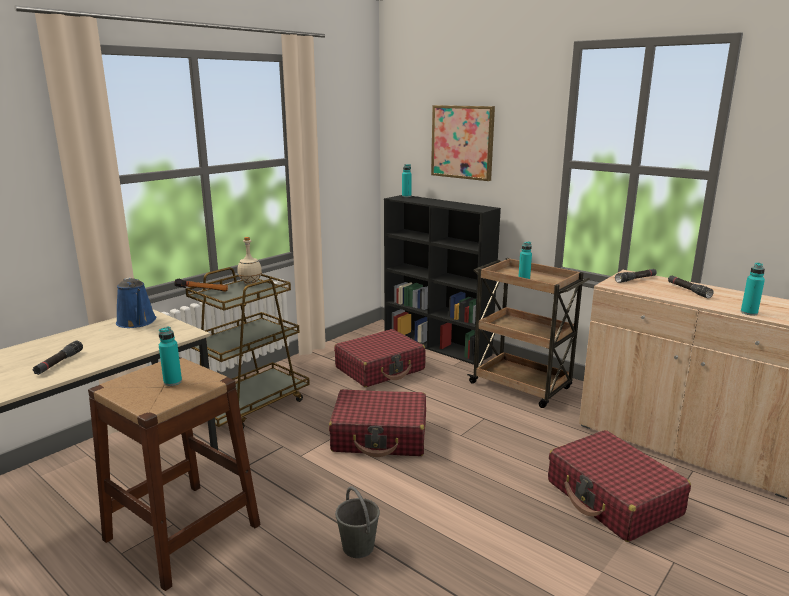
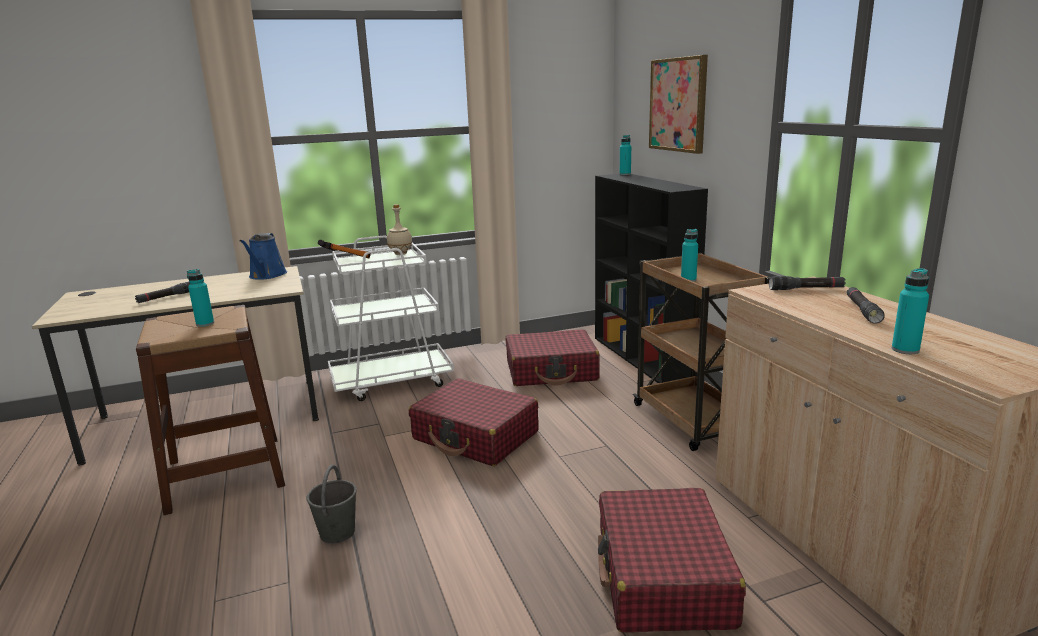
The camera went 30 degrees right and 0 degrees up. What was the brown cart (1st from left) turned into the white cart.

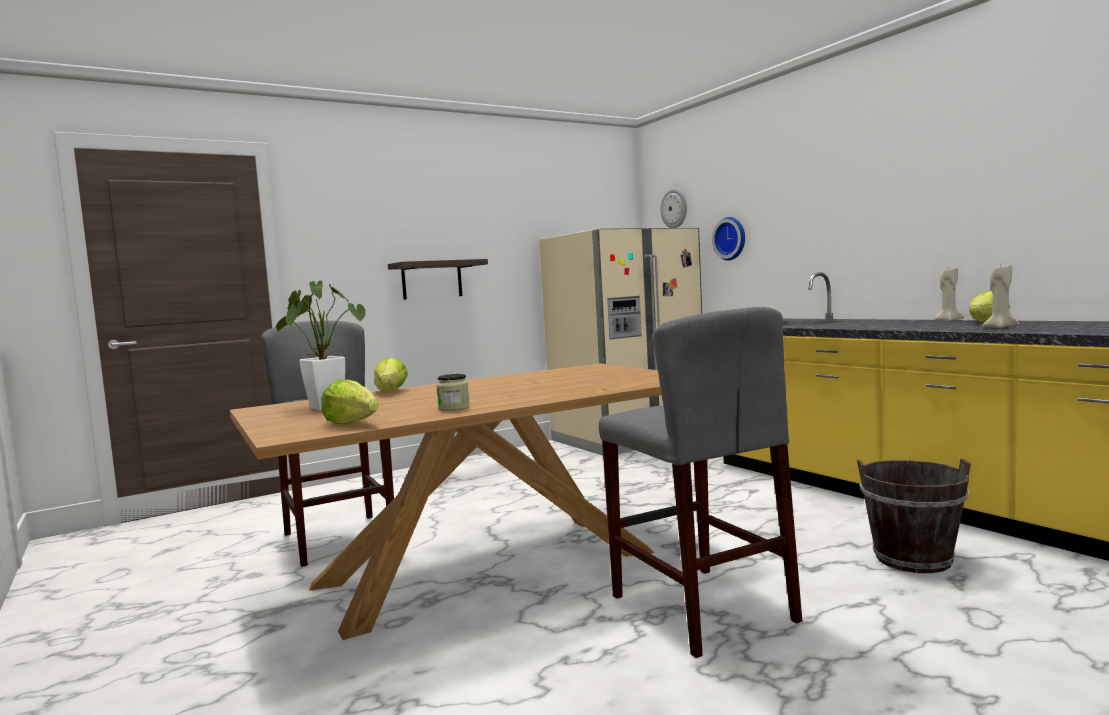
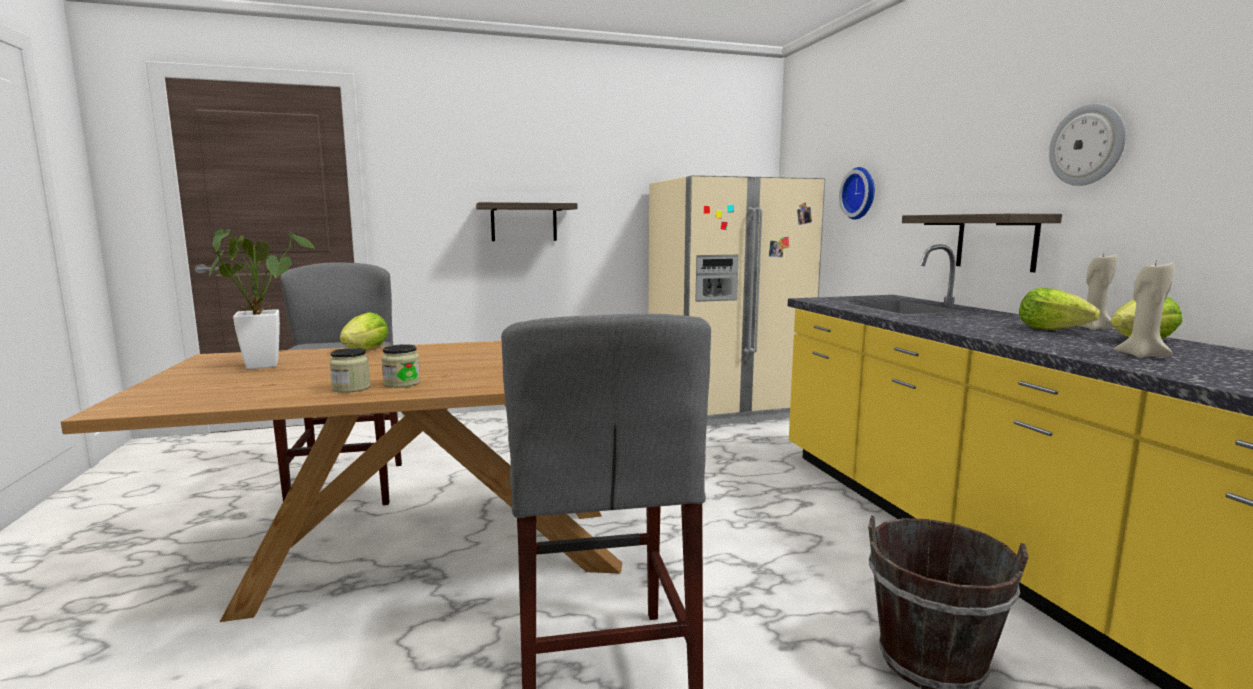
The camera went 15 degrees right and 5 degrees up. The wall clock (1st from left in the first image) ended up elsewhere. The lettuce (1st from left in the first image) ended up elsewhere. The second view gained the shelf (2nd from left). The second view gained the jar (2nd from left).

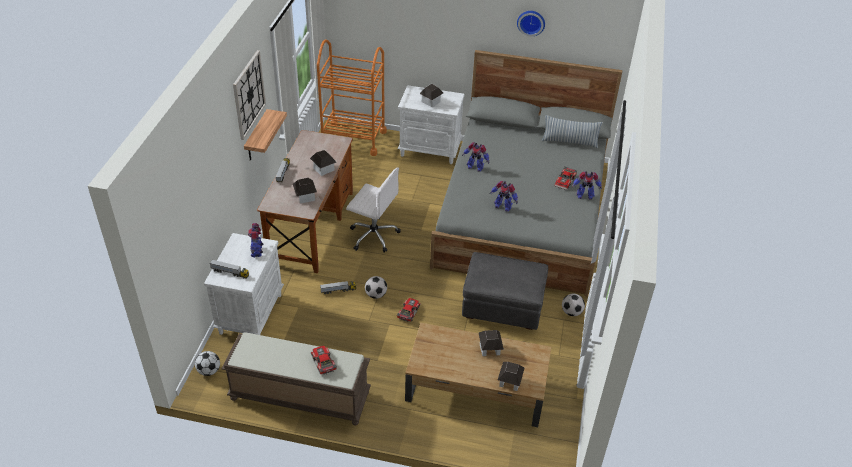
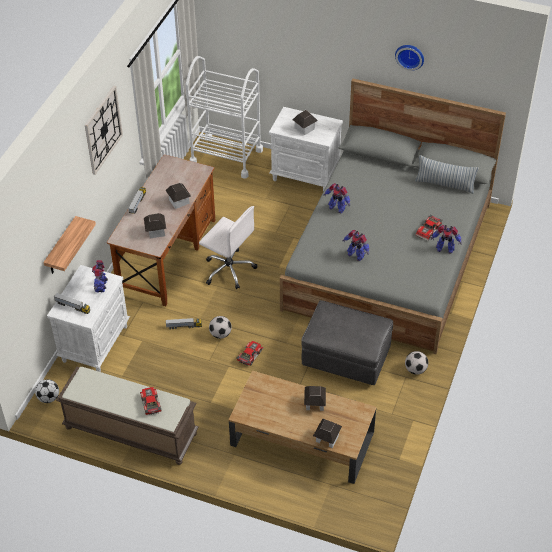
The camera went 10 degrees right and 5 degrees up. What was the orange cart turned into the white cart. The shelf ended up elsewhere.

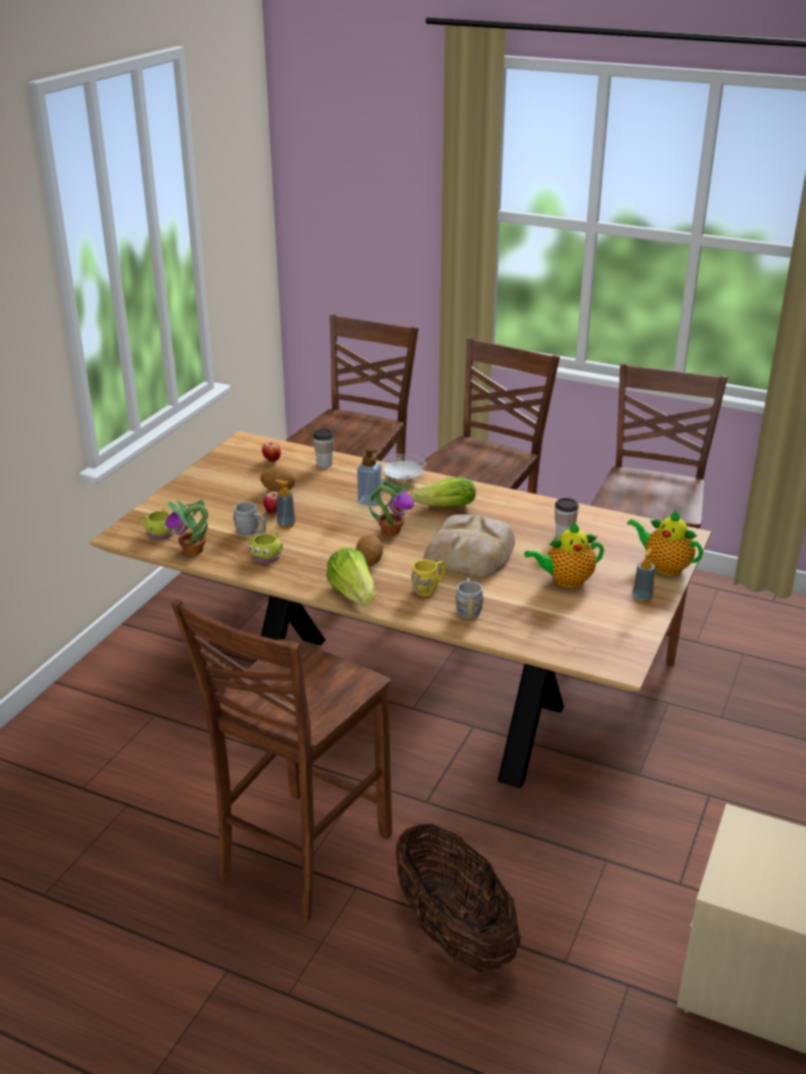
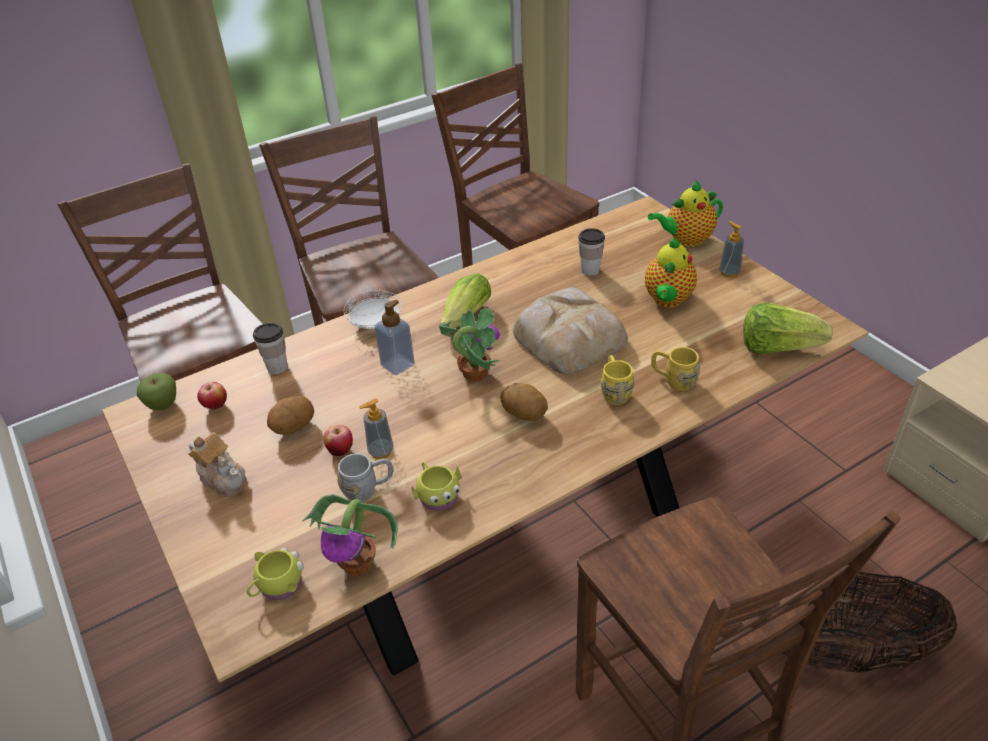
The camera went 55 degrees left and 10 degrees up. The lettuce (1st from left in the first image) ended up elsewhere. What was the grey mug (2nd from left) turned into the yellow mug (4th from left). The second view gained the apple (1st from left). The second view gained the teapot (1st from left).

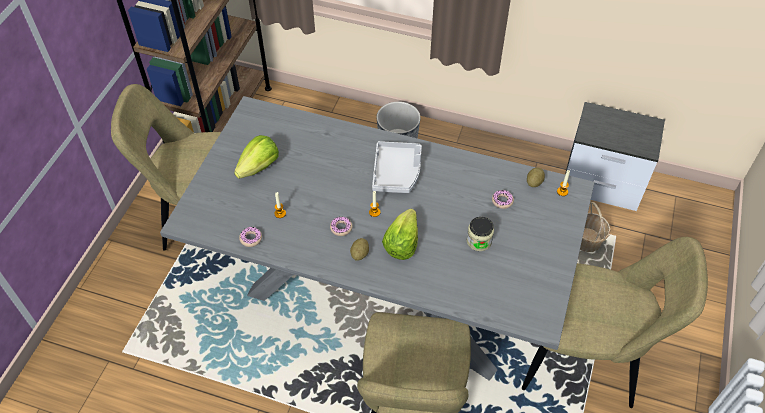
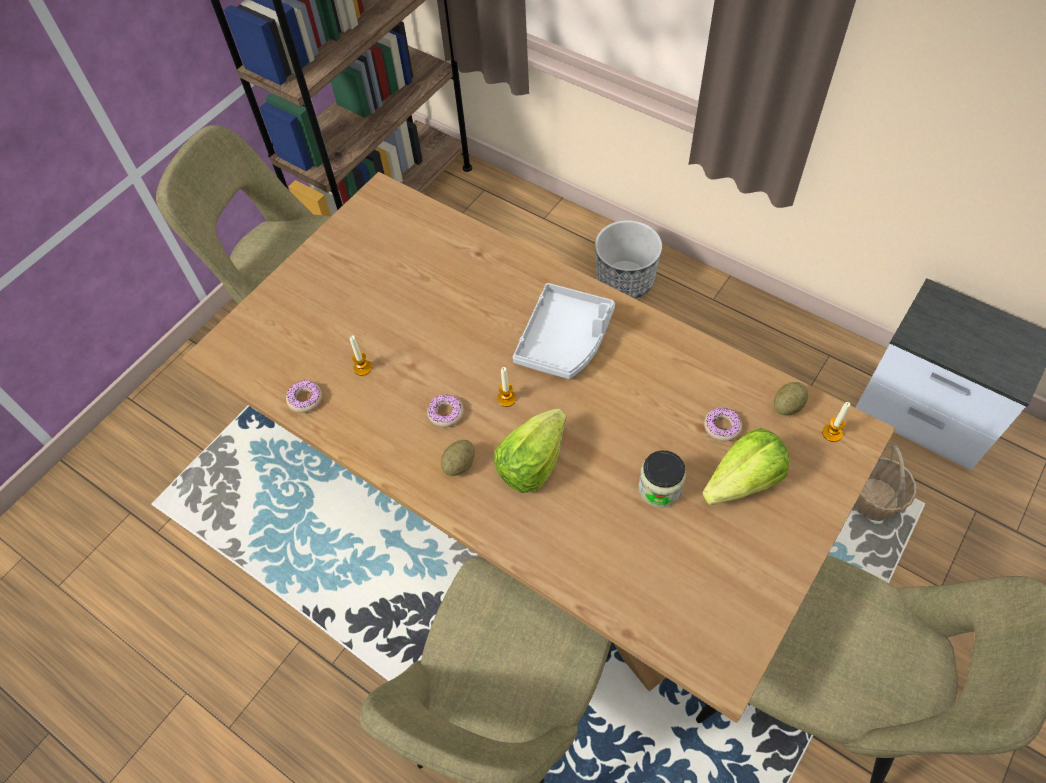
The camera went 20 degrees right and 5 degrees up. What was the grey dining table turned into the brown dining table. The lettuce (1st from left in the first image) ended up elsewhere.

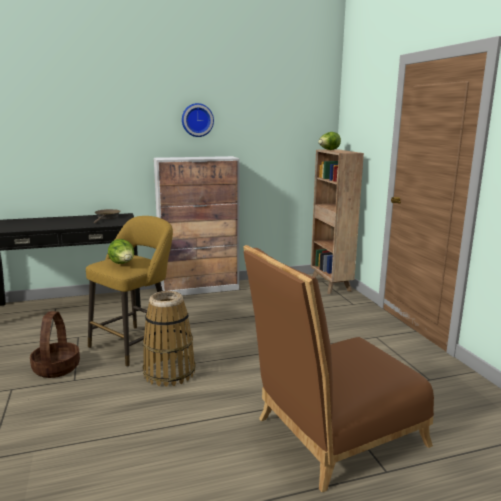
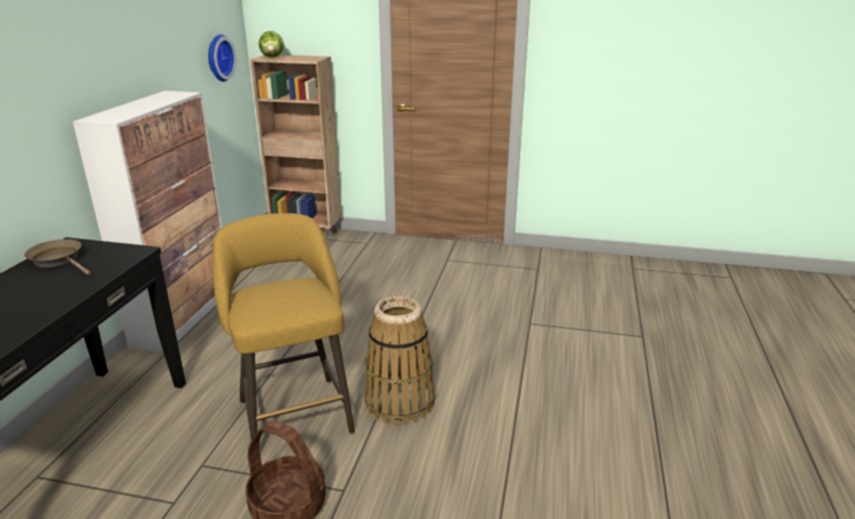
The camera went 60 degrees left and 10 degrees up. The wall clock ended up elsewhere. The second view lost the lettuce (1st from left). The second view lost the brown chair.

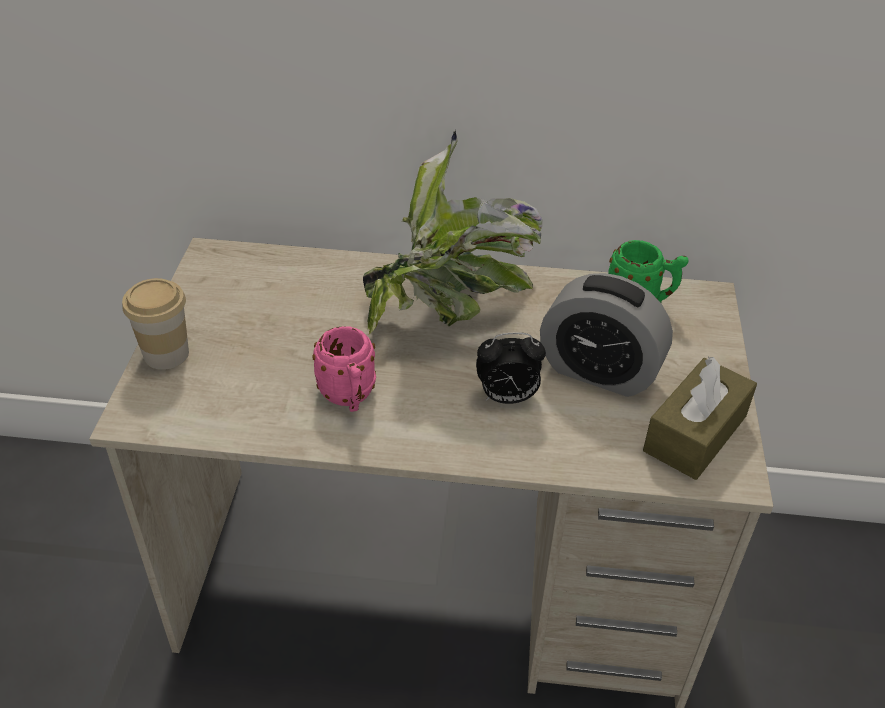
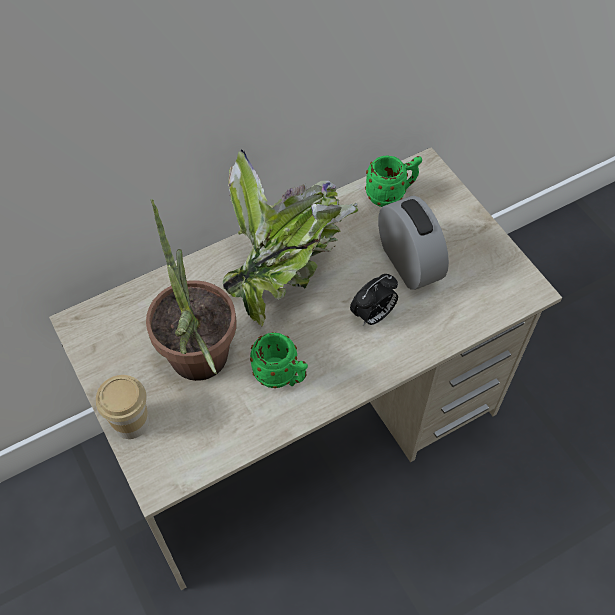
The camera went 35 degrees left and 15 degrees up. The alarm clock (2nd from left) ended up facing another way, 105 degrees counterclockwise from before. What was the pink mug turned into the green mug (1st from left). The second view lost the brown tissue box. The second view gained the potted plant (1st from left).

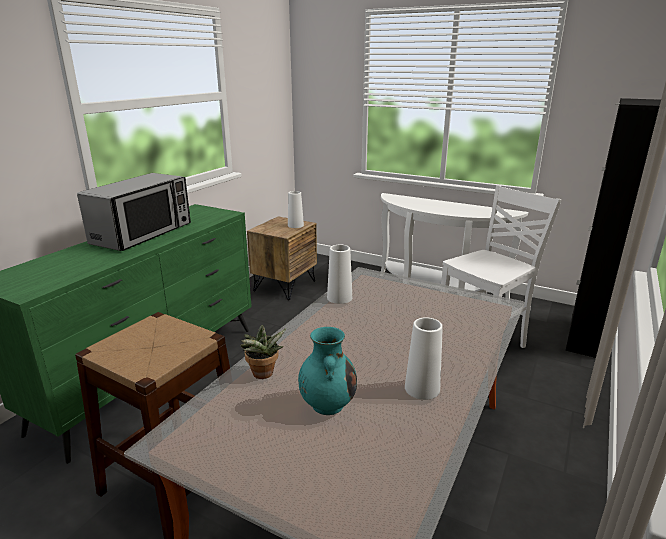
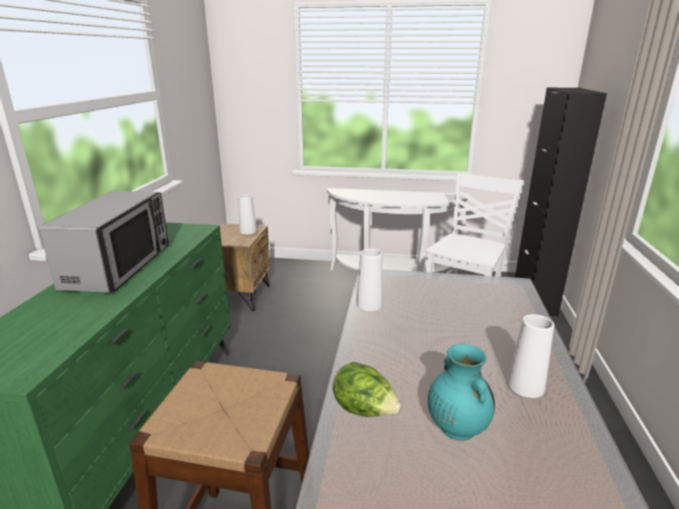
The camera went 20 degrees left and 0 degrees up. Where the potted plant stood, the lettuce came to stand.

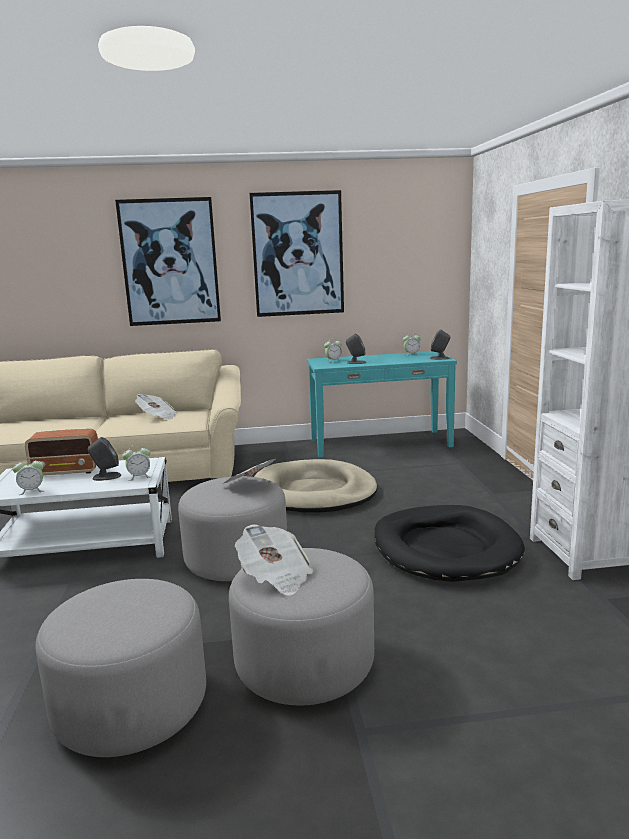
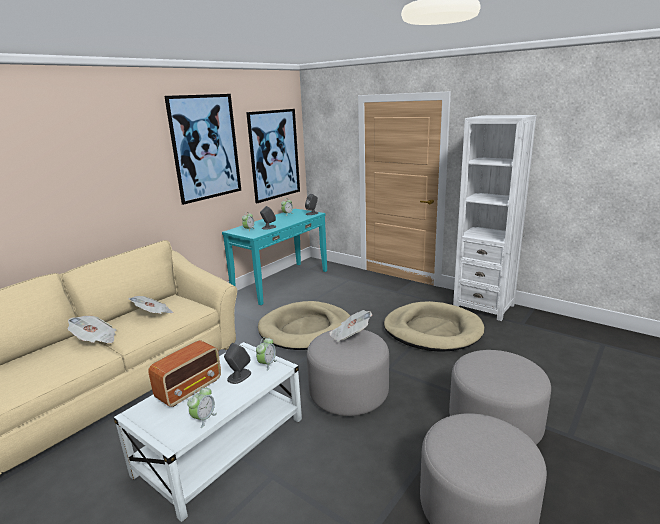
The camera went 45 degrees left and 5 degrees up. The picture (1st from left in the first image) ended up elsewhere. What was the black dog bed turned into the beige dog bed (2nd from left). The newspaper (3rd from left in the first image) ended up elsewhere.

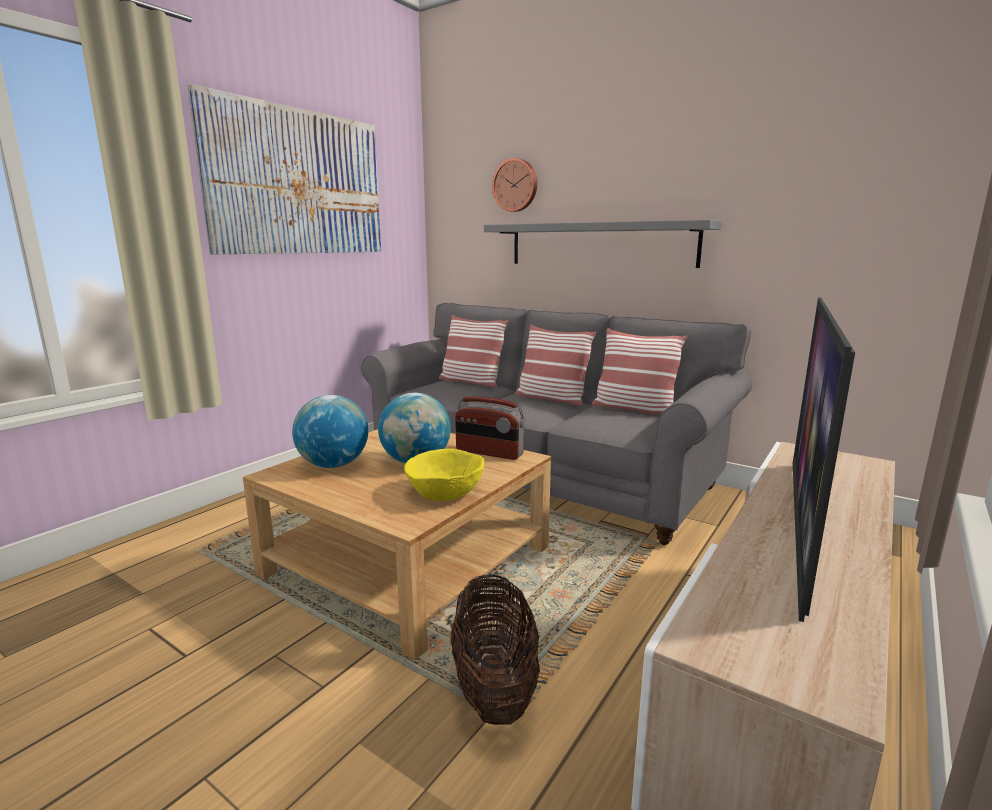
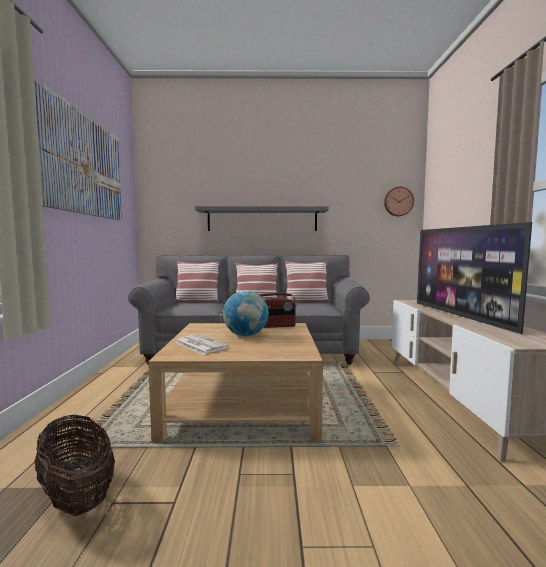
The camera went 35 degrees left and 10 degrees down. The wall clock ended up elsewhere. Where the globe (1st from left) stood, the newspaper came to stand. The second view lost the yellow bowl. The basket ended up elsewhere.

